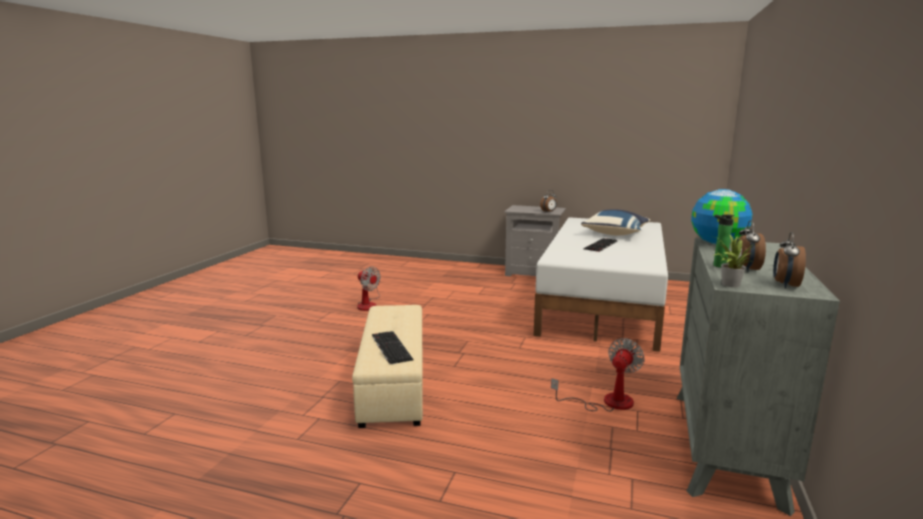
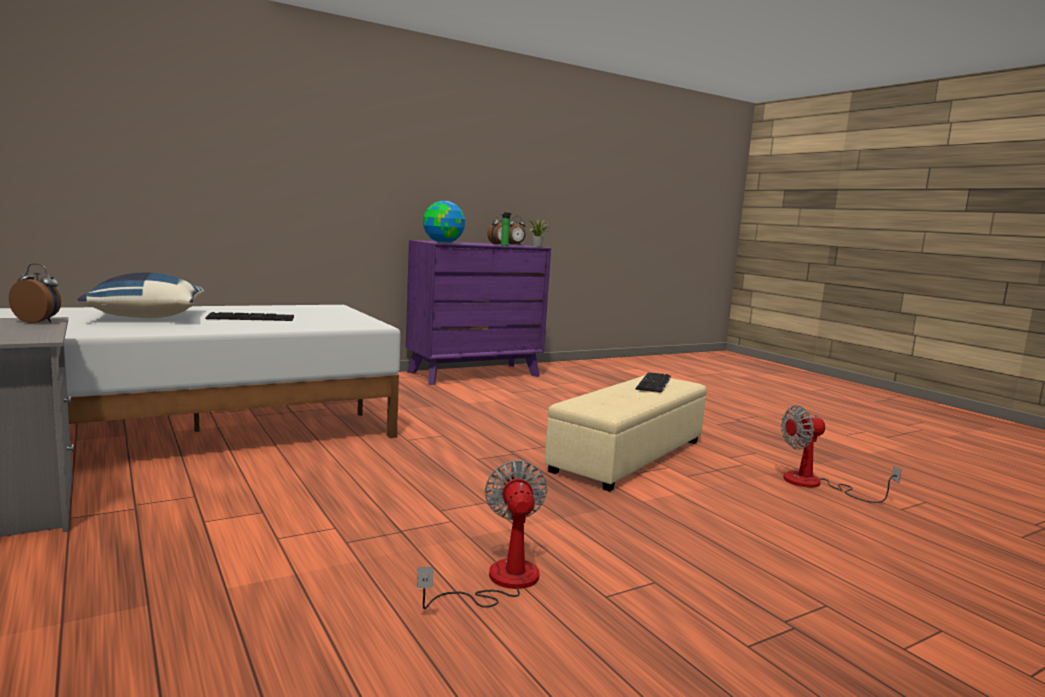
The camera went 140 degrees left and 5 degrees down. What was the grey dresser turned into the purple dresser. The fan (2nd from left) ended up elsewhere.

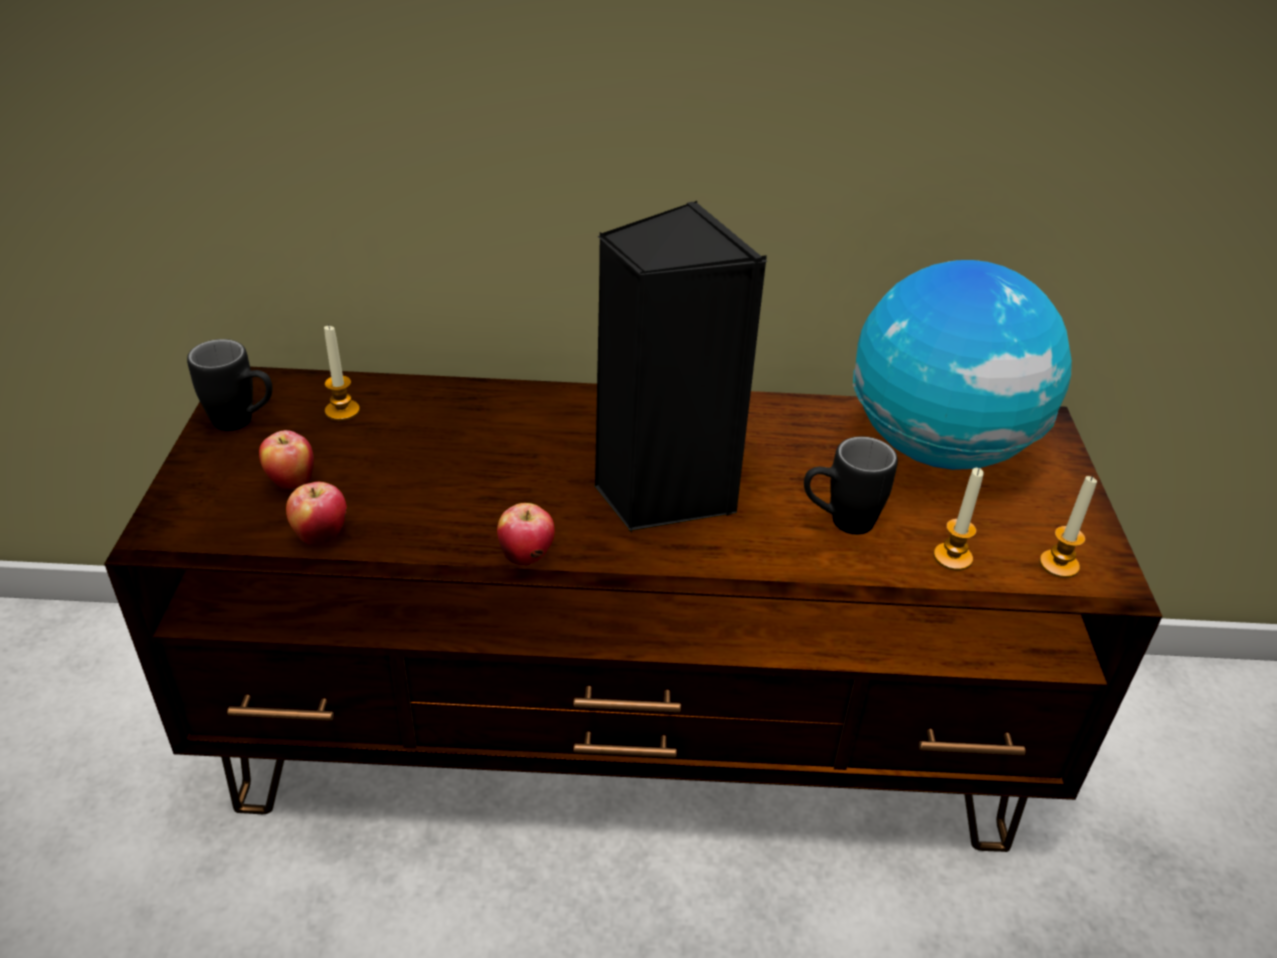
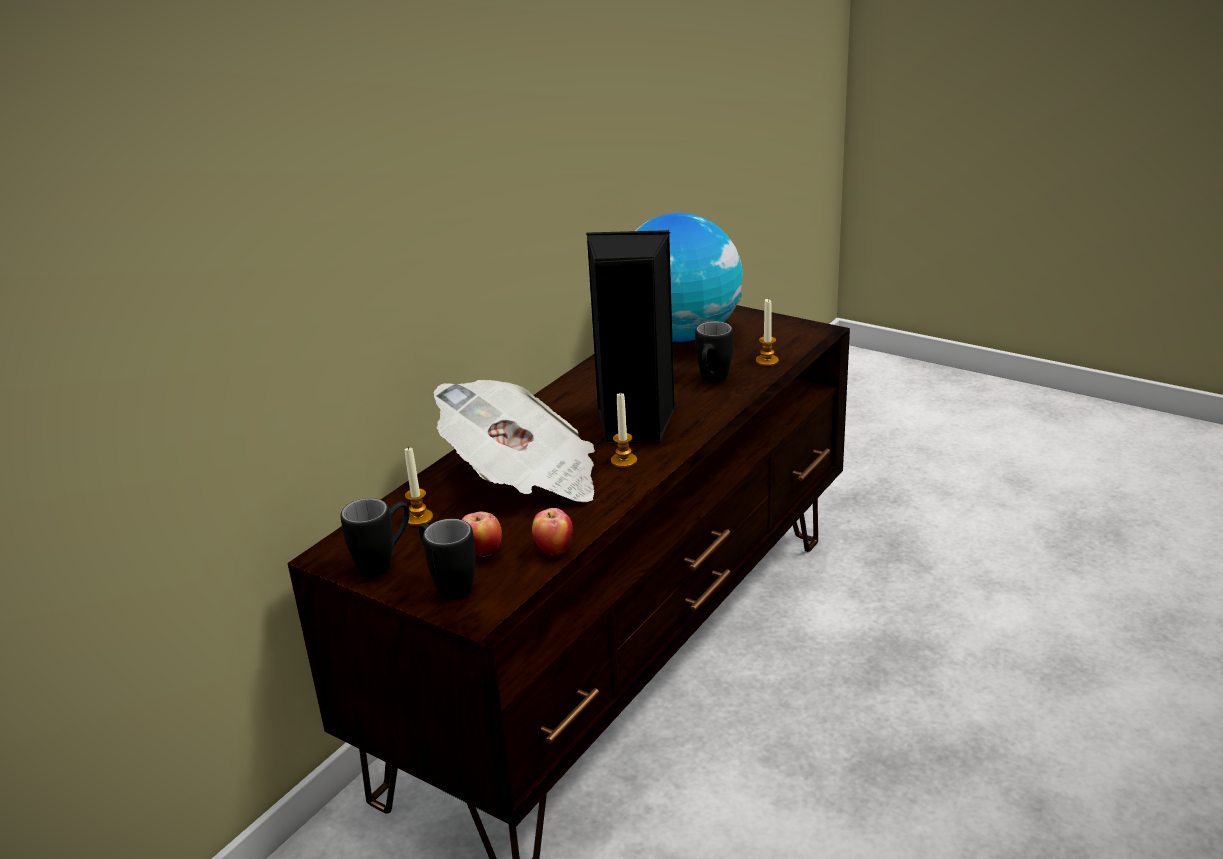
The camera went 55 degrees left and 10 degrees down. The candle (3rd from left in the first image) ended up elsewhere. The second view lost the apple (3rd from left). The second view gained the newspaper. The second view gained the black mug (2nd from left).

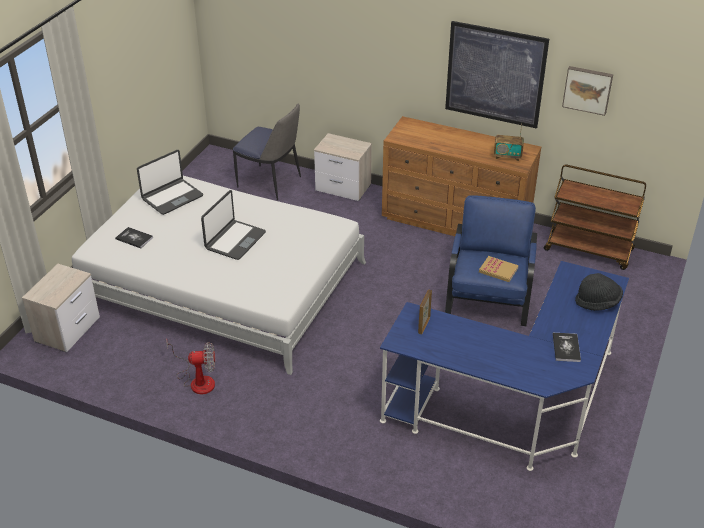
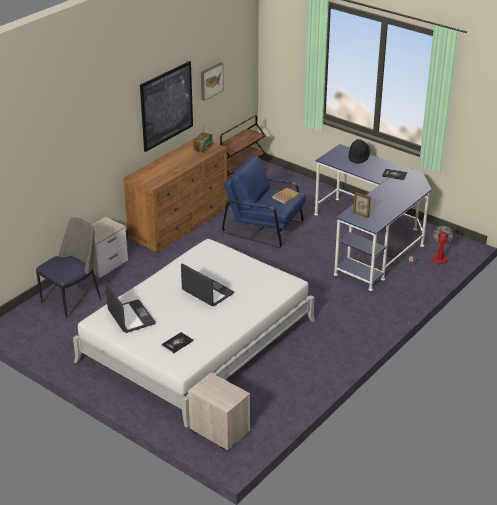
The camera went 75 degrees left and 5 degrees down. The fan ended up elsewhere.

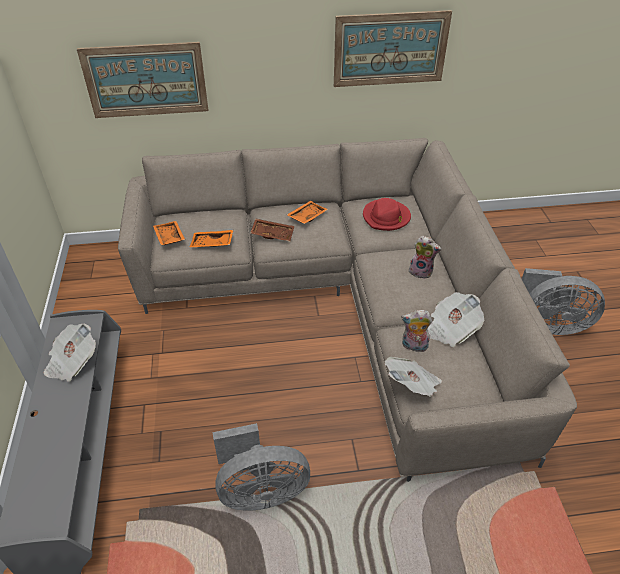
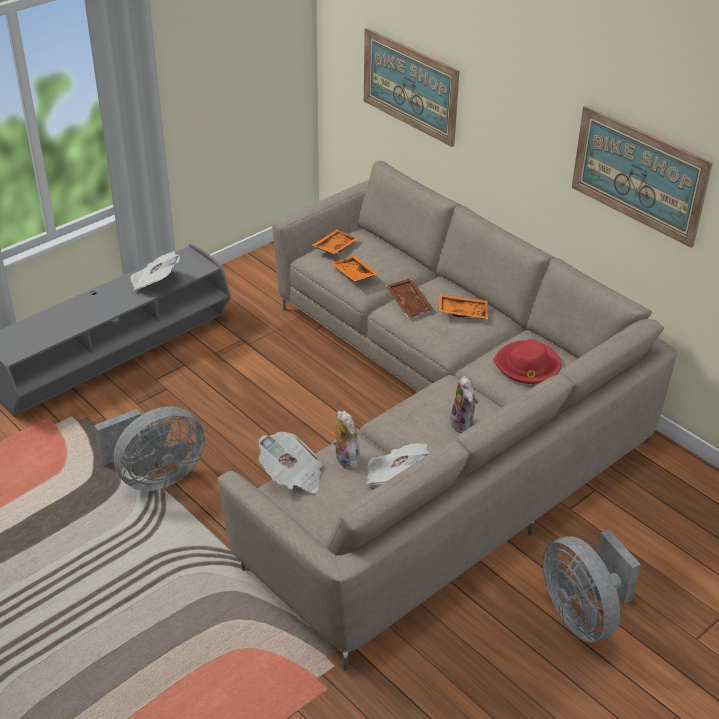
The camera went 55 degrees right and 5 degrees down. The grey fan (1st from left) ended up facing another way, 75 degrees counterclockwise from before.

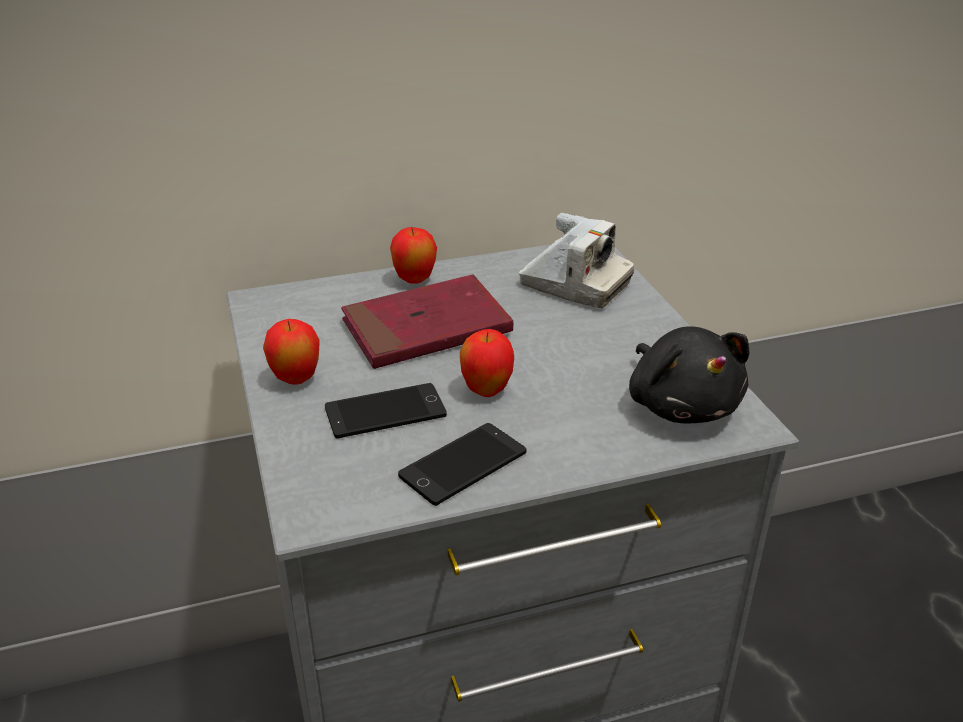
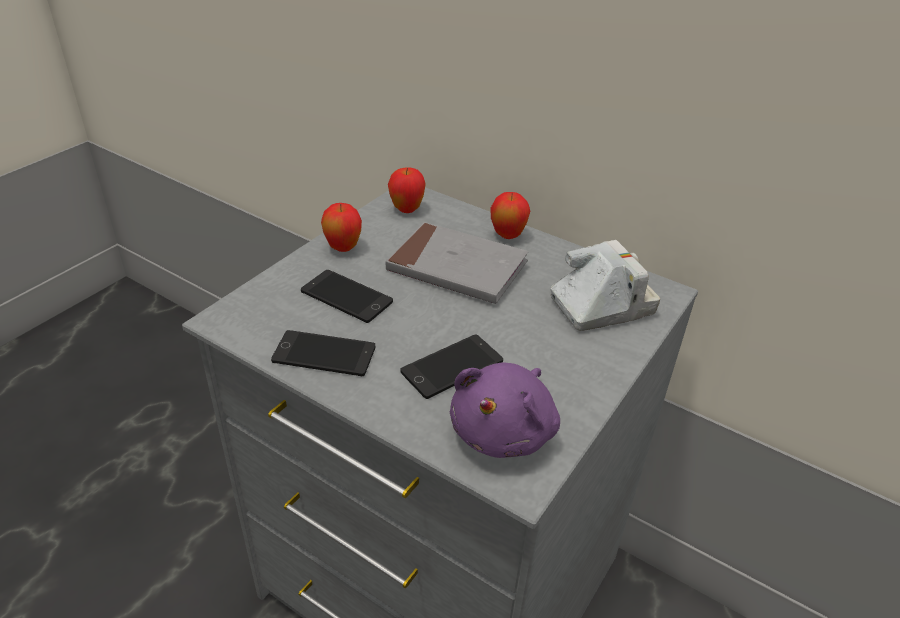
The camera went 50 degrees right and 5 degrees up. The photo camera ended up facing another way, 105 degrees counterclockwise from before. What was the red book turned into the grey book. What was the black plush toy turned into the purple plush toy. The apple (3rd from left in the first image) ended up elsewhere. The second view gained the phone (3rd from left).

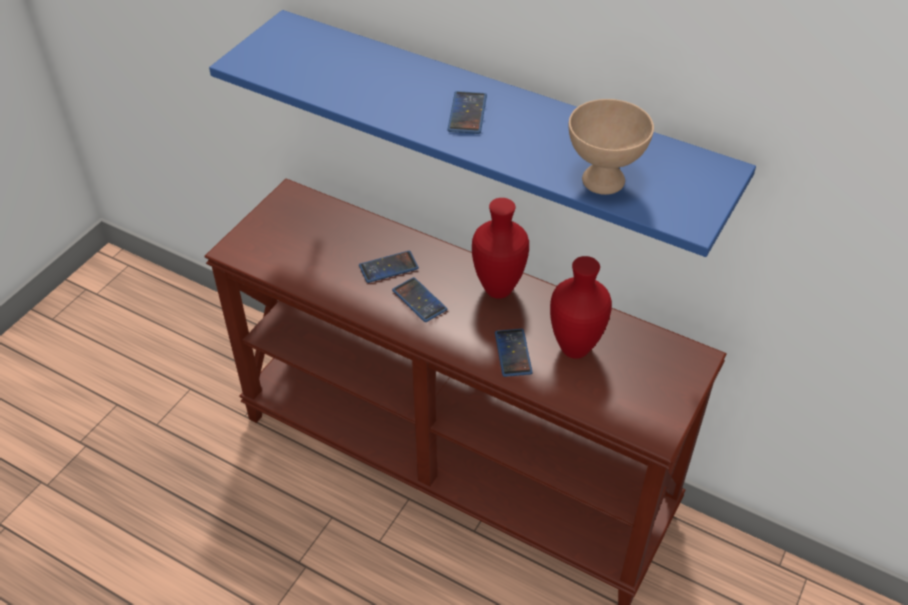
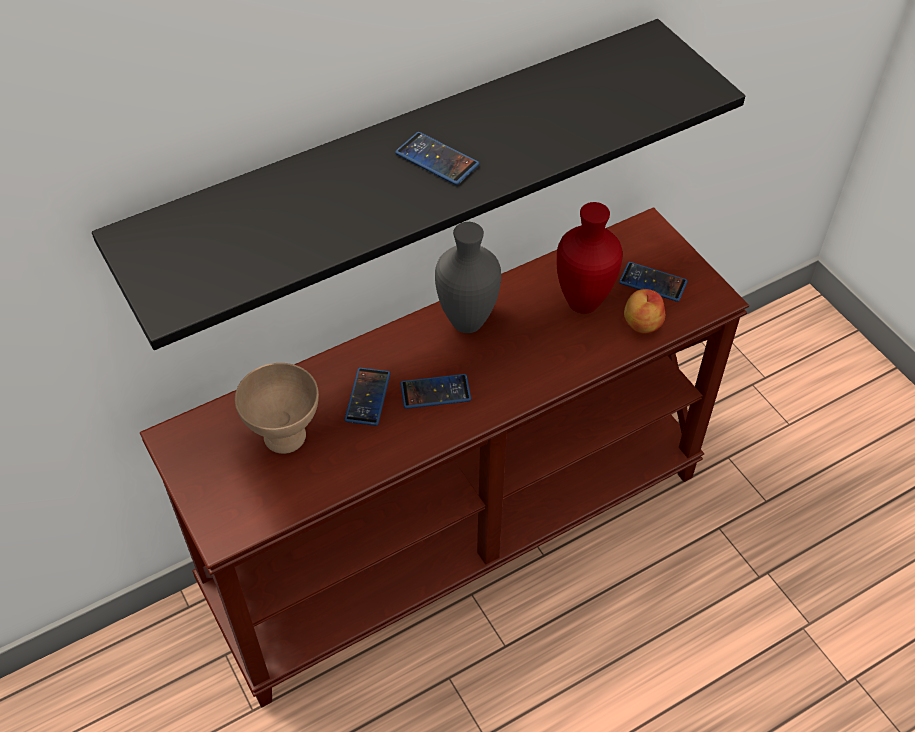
The camera went 60 degrees left and 5 degrees up. What was the blue shelf turned into the black shelf. The beige bowl ended up elsewhere. What was the red vase (1st from left) turned into the grey vase. The phone (4th from left) ended up elsewhere. The second view gained the apple.

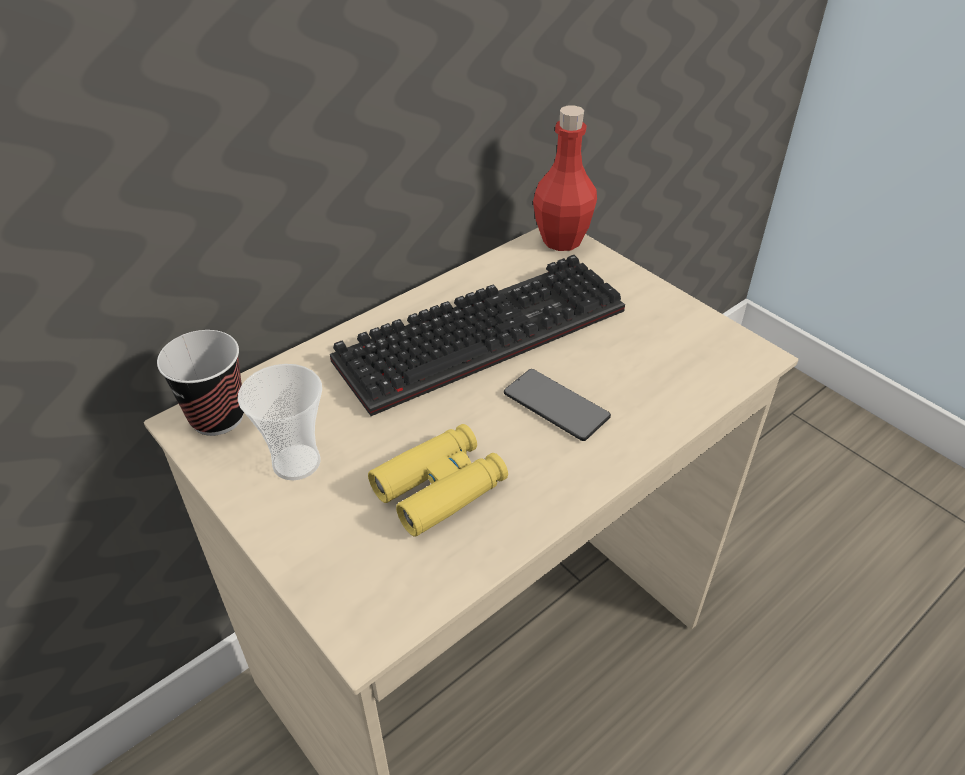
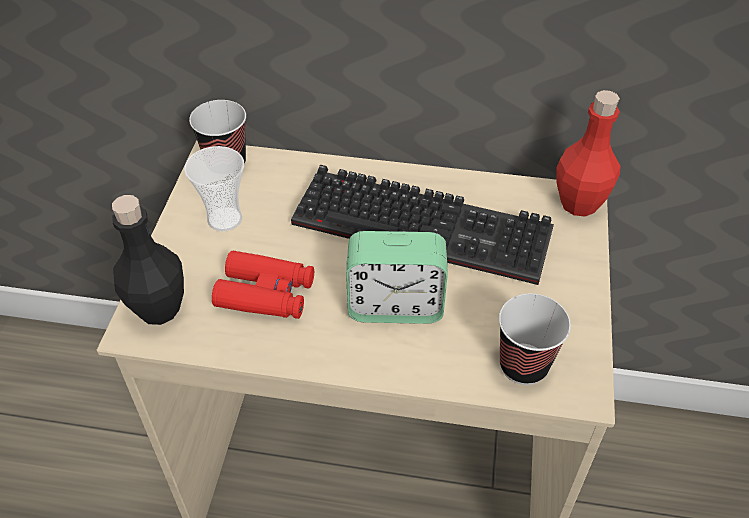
The camera went 50 degrees right and 5 degrees up. Where the phone stood, the alarm clock came to stand. What was the yellow binoculars turned into the red binoculars. The second view gained the black bottle. The second view gained the cup (3rd from left).

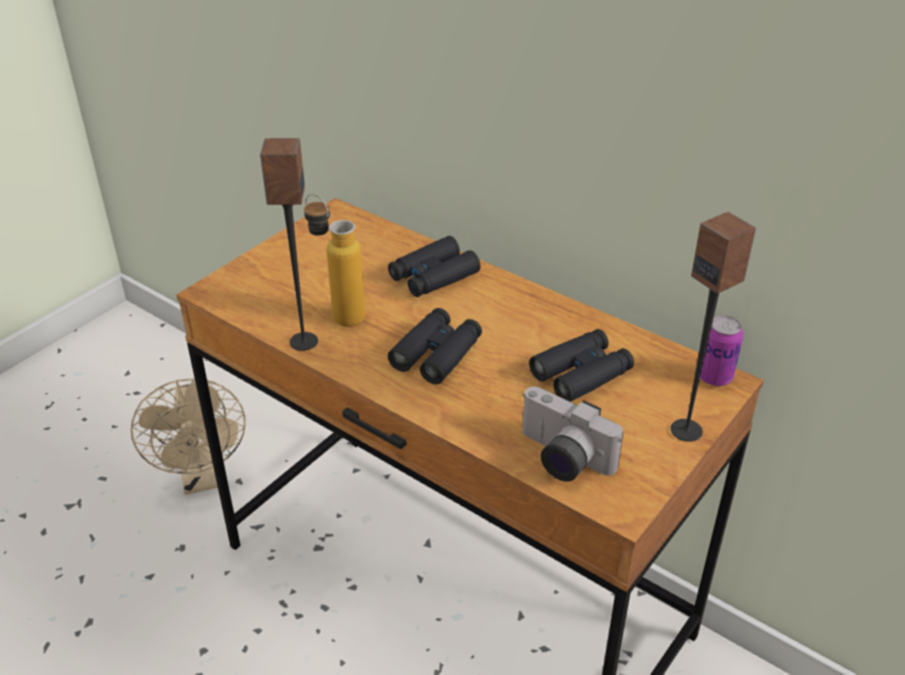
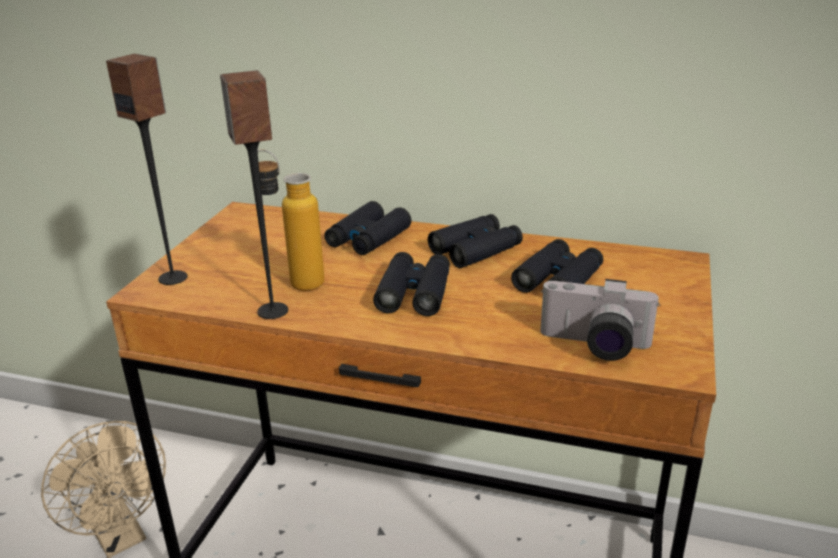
The camera went 20 degrees left and 10 degrees down. The speaker (2nd from left in the first image) ended up elsewhere. The second view lost the can. The second view gained the black binoculars (3rd from left).

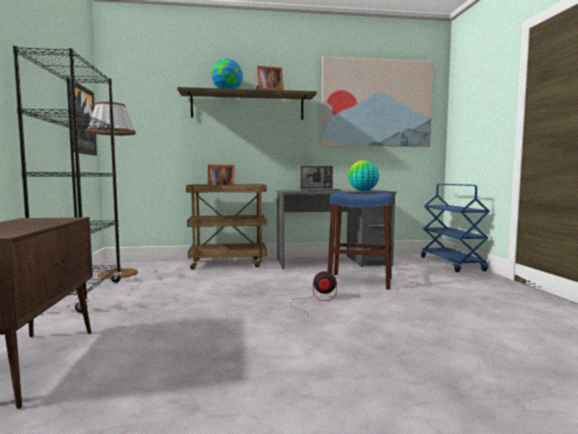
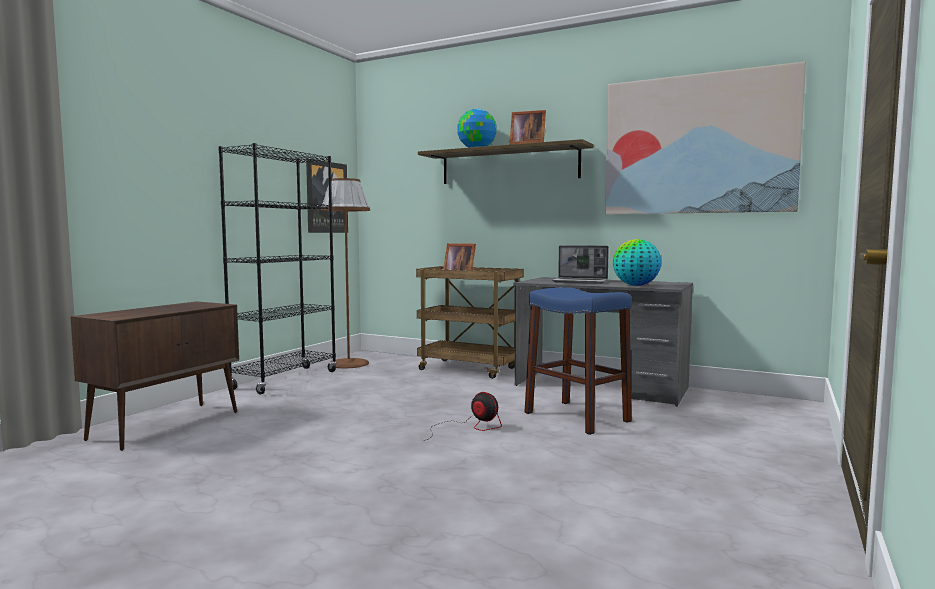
The camera went 35 degrees right and 0 degrees up. The second view lost the blue cart.

